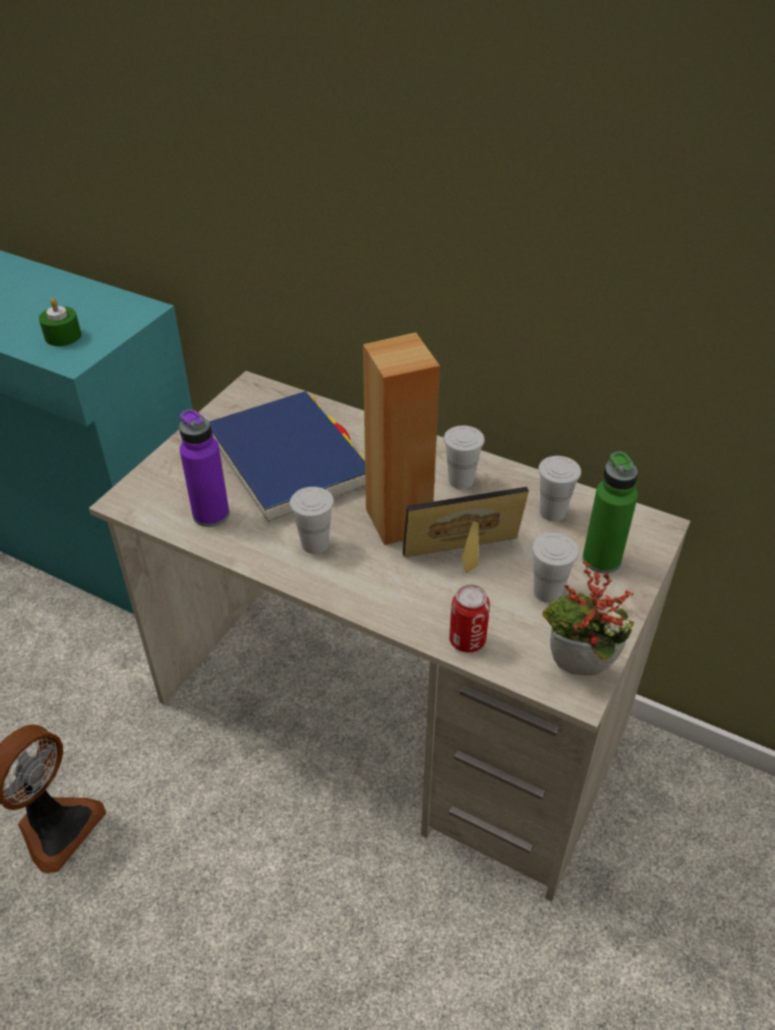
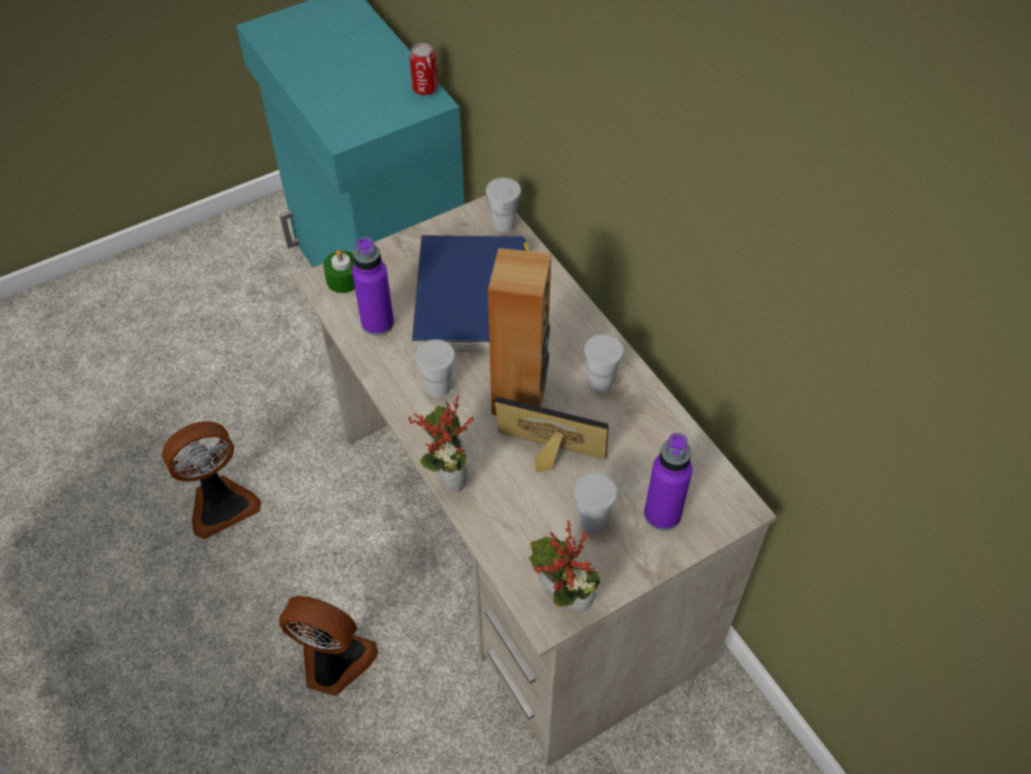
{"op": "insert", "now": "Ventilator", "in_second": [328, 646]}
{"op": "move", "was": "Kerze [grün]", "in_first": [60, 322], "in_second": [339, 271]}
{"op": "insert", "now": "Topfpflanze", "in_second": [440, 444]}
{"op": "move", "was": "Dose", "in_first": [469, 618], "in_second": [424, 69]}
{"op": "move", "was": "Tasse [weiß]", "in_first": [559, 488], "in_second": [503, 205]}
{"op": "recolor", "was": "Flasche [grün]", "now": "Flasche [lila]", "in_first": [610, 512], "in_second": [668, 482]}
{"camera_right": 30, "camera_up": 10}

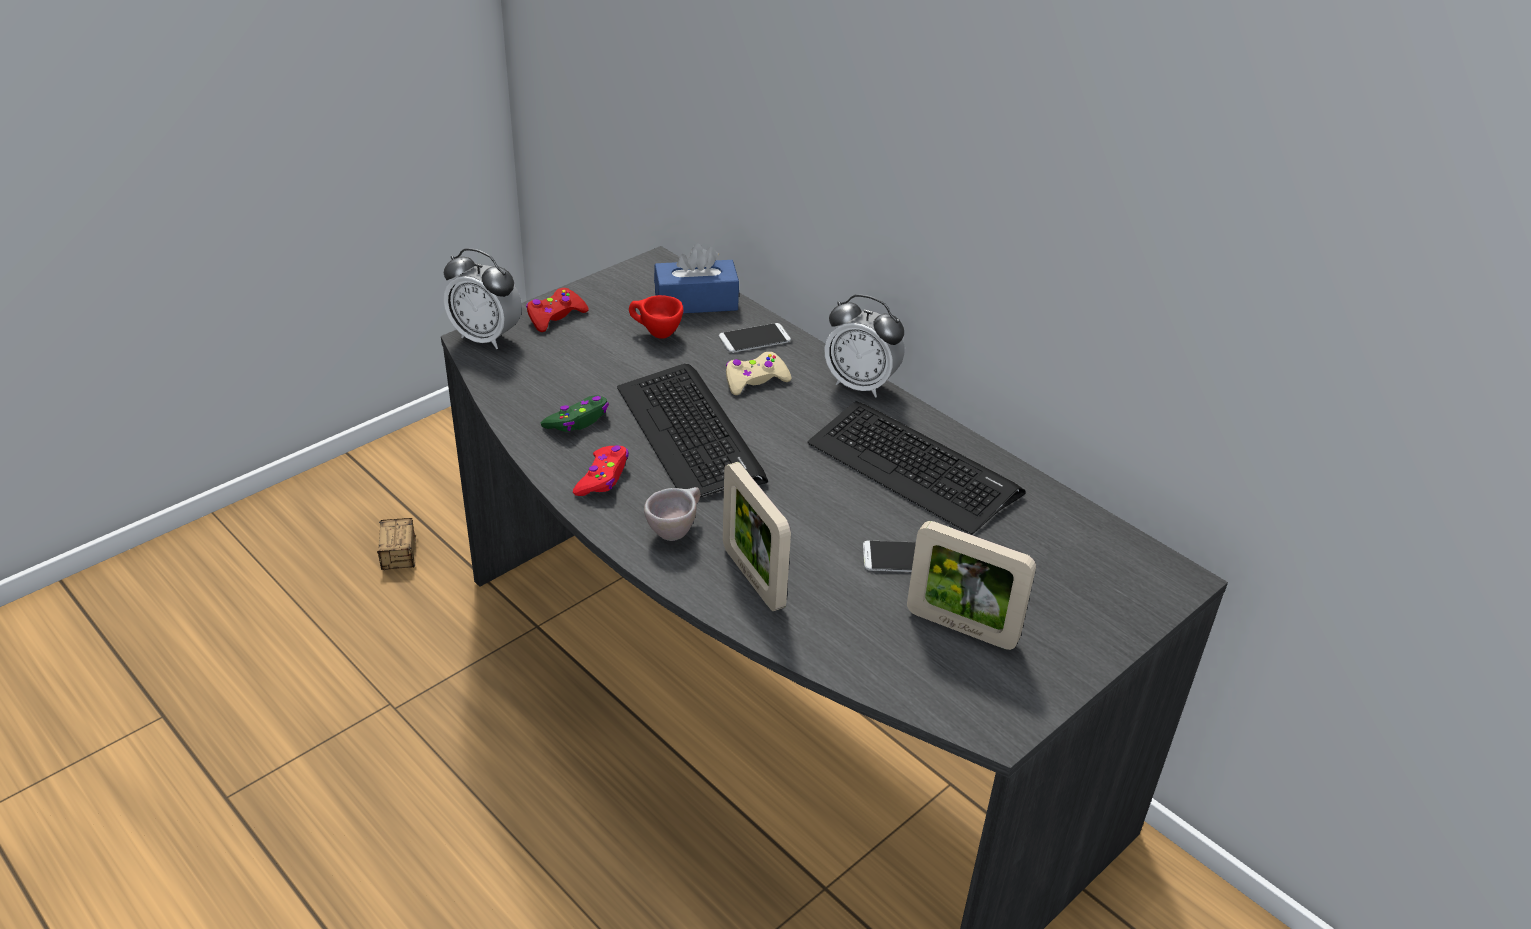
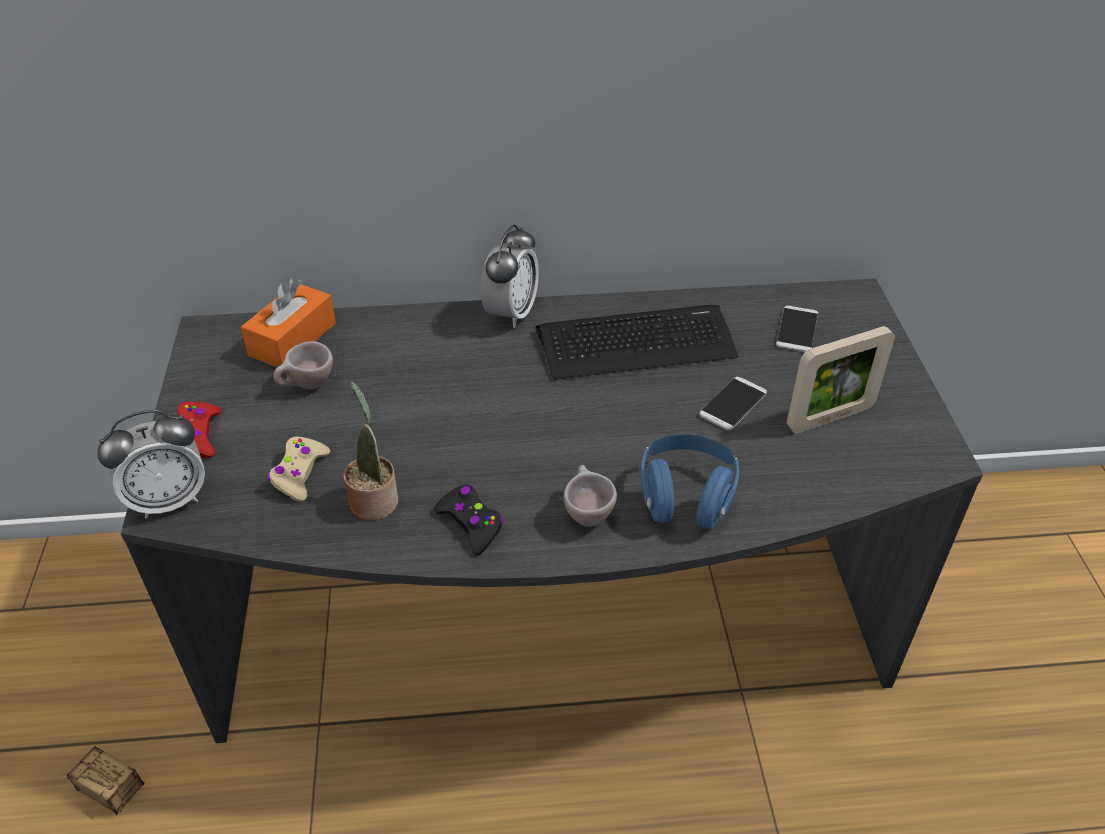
{"op": "recolor", "was": "Taschentuchbox [blau]", "now": "Taschentuchbox [orange]", "in_first": [696, 278], "in_second": [288, 322]}
{"op": "move", "was": "Gamepad [beige]", "in_first": [758, 373], "in_second": [299, 469]}
{"op": "recolor", "was": "Tasse [rot]", "now": "Tasse [beige]", "in_first": [656, 317], "in_second": [303, 365]}
{"op": "replace", "was": "Gamepad [grün]", "now": "Topfpflanze", "in_first": [575, 413], "in_second": [370, 451]}
{"op": "recolor", "was": "Gamepad [rot]", "now": "Gamepad [schwarz]", "in_first": [601, 471], "in_second": [469, 519]}
{"op": "rotate", "was": "Wecker", "in_first": [864, 345], "in_second": [510, 276], "clockwise": -45}
{"op": "replace", "was": "Bilderrahmen", "now": "Kopfhörer [blau]", "in_first": [757, 536], "in_second": [689, 481]}
{"op": "move", "was": "Handy", "in_first": [755, 338], "in_second": [797, 328]}
{"op": "delete", "was": "Tastatur", "in_first": [692, 430]}
{"camera_right": -50, "camera_up": 5}

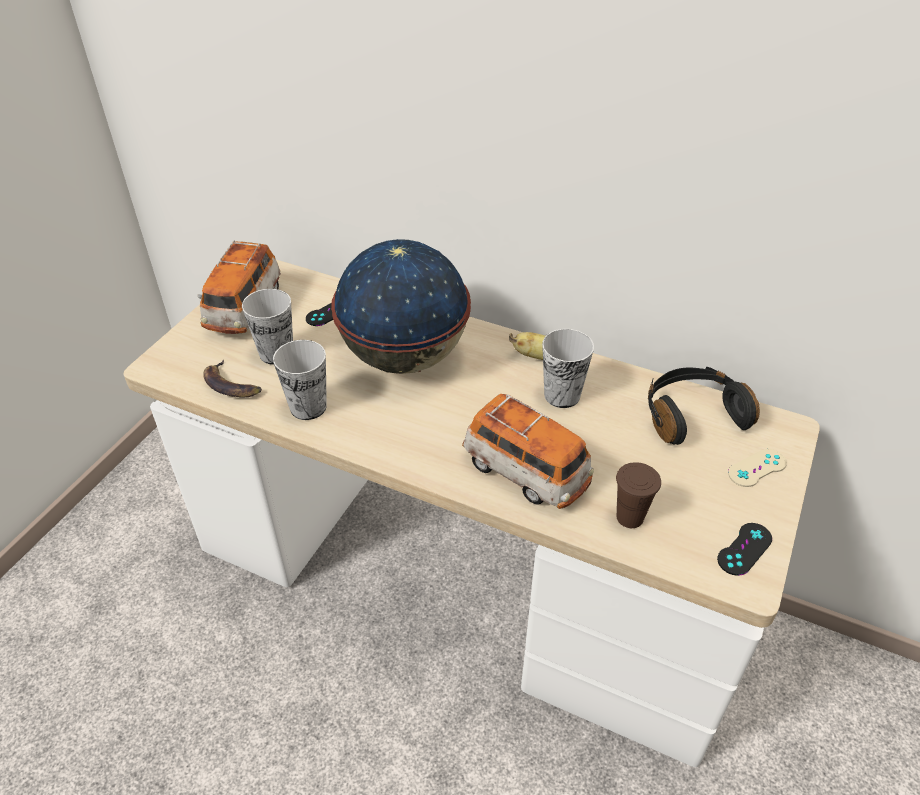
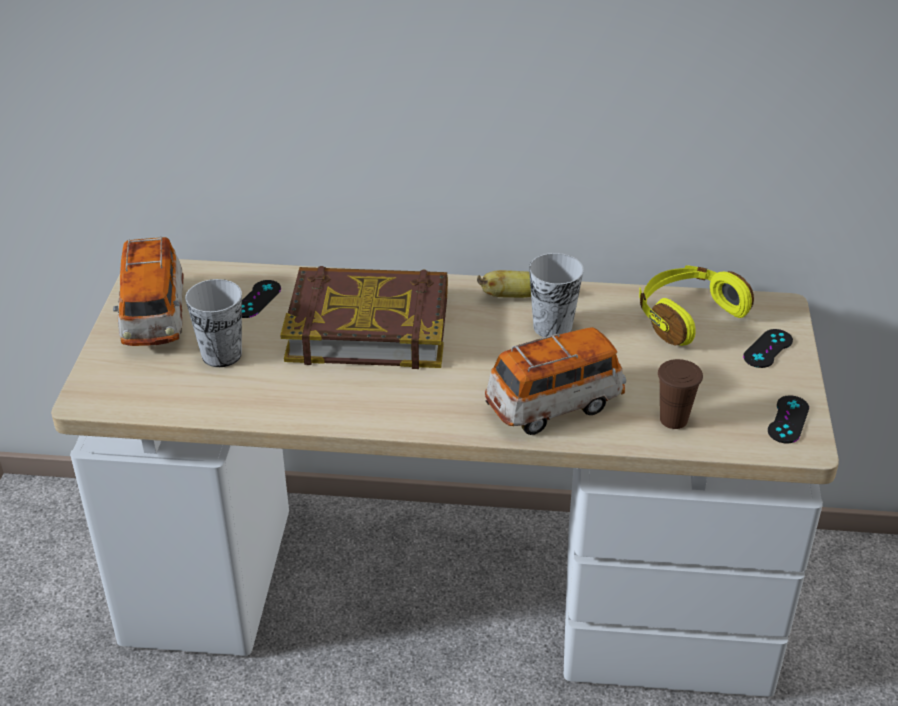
{"op": "replace", "was": "Globus", "now": "Buch", "in_first": [401, 306], "in_second": [364, 317]}
{"op": "rotate", "was": "Spielzeugauto", "in_first": [528, 451], "in_second": [556, 381], "clockwise": -45}
{"op": "recolor", "was": "Kopfhörer [schwarz]", "now": "Kopfhörer [gelb]", "in_first": [704, 406], "in_second": [696, 305]}
{"op": "recolor", "was": "Gamepad [beige]", "now": "Gamepad [schwarz]", "in_first": [757, 468], "in_second": [768, 348]}
{"op": "delete", "was": "Banane", "in_first": [232, 378]}
{"op": "delete", "was": "Tasse", "in_first": [300, 380]}
{"camera_right": -20, "camera_up": -5}

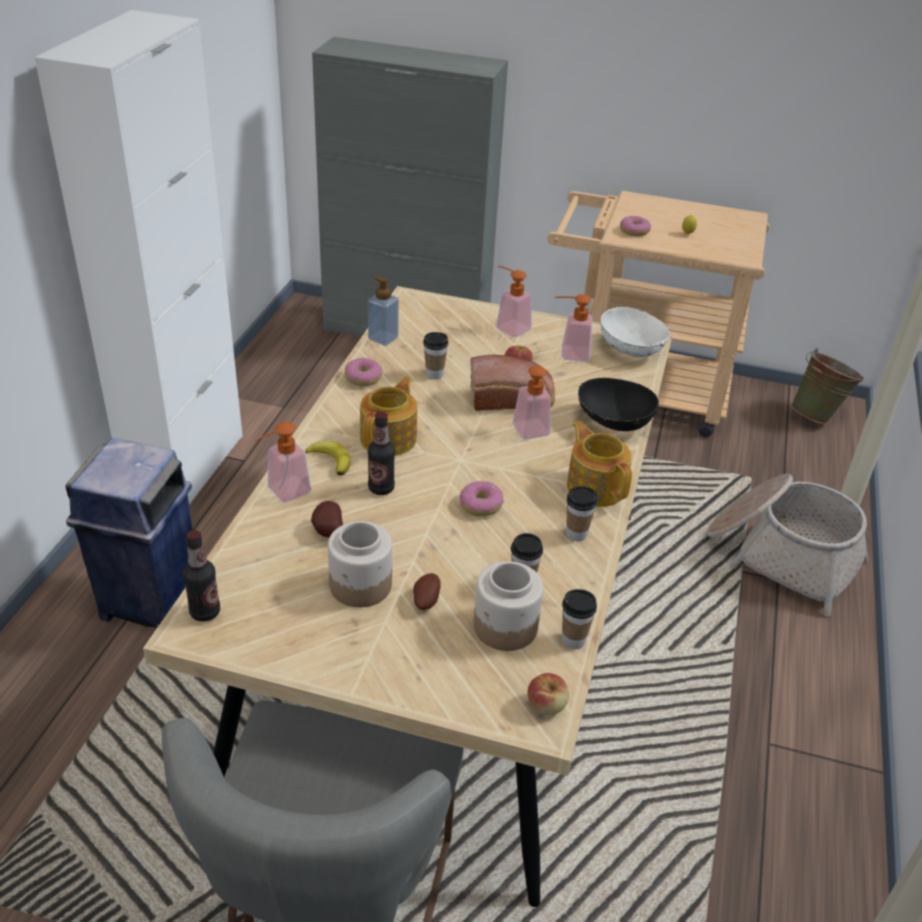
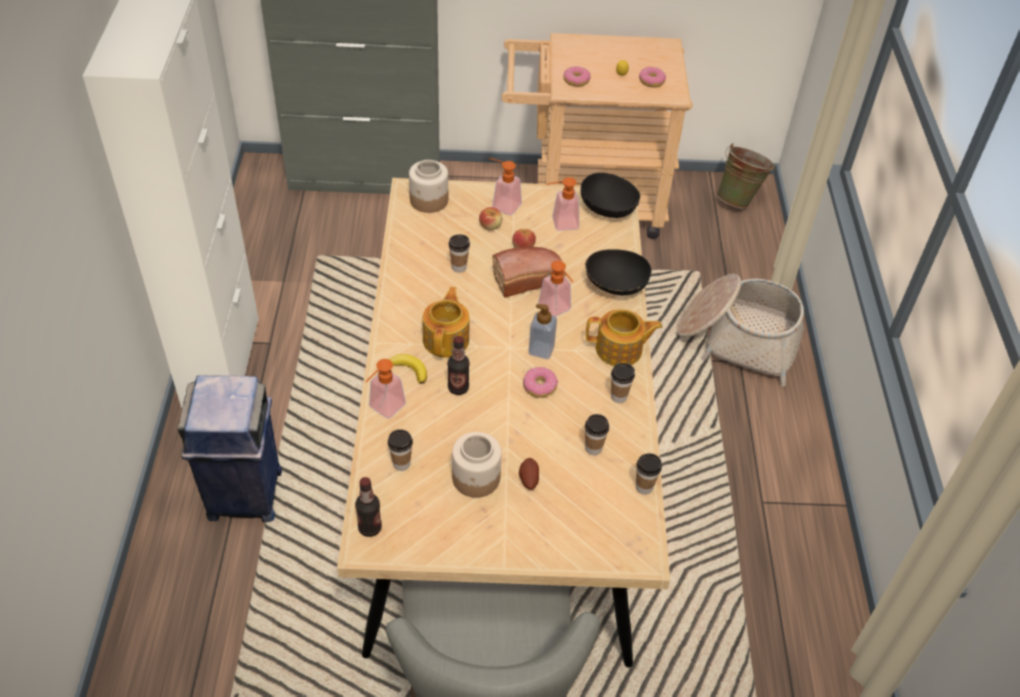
{"op": "insert", "now": "Tasse", "in_second": [400, 450]}
{"op": "move", "was": "Vorratsglas", "in_first": [508, 606], "in_second": [428, 186]}
{"op": "move", "was": "Apfel", "in_first": [548, 694], "in_second": [490, 218]}
{"op": "move", "was": "Seifenspender", "in_first": [383, 311], "in_second": [542, 331]}
{"op": "recolor", "was": "Schüssel [weiß]", "now": "Schüssel [schwarz]", "in_first": [635, 332], "in_second": [610, 195]}
{"op": "rotate", "was": "Teekanne", "in_first": [599, 464], "in_second": [624, 337], "clockwise": 135}
{"op": "move", "was": "Donut", "in_first": [363, 371], "in_second": [652, 77]}
{"op": "delete", "was": "Kartoffel", "in_first": [327, 519]}
{"camera_right": -15, "camera_up": 10}

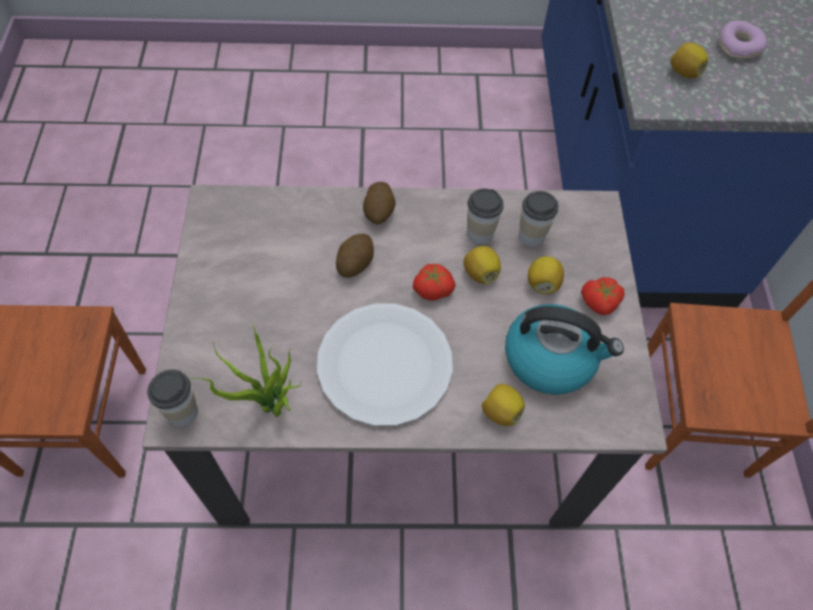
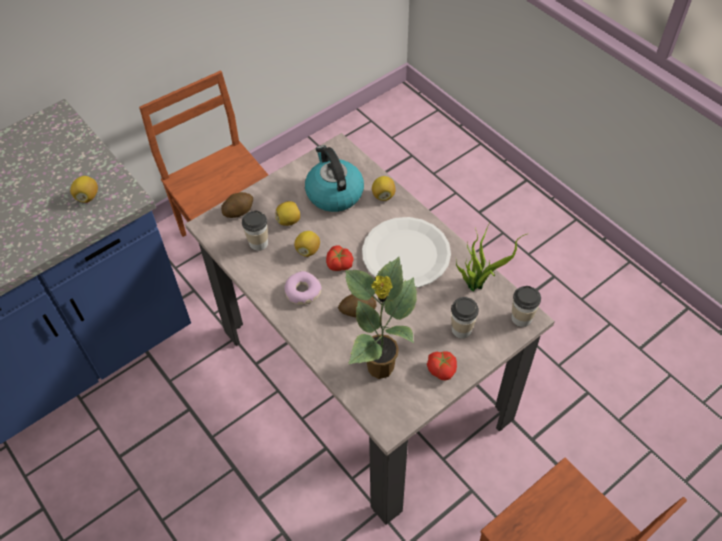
{"op": "move", "was": "Kartoffel", "in_first": [379, 203], "in_second": [237, 205]}
{"op": "move", "was": "Donut", "in_first": [742, 39], "in_second": [303, 288]}
{"op": "insert", "now": "Topfpflanze", "in_second": [381, 318]}
{"op": "move", "was": "Tomate", "in_first": [602, 296], "in_second": [442, 365]}
{"op": "move", "was": "Tasse", "in_first": [485, 216], "in_second": [465, 318]}
{"camera_right": -125, "camera_up": -5}

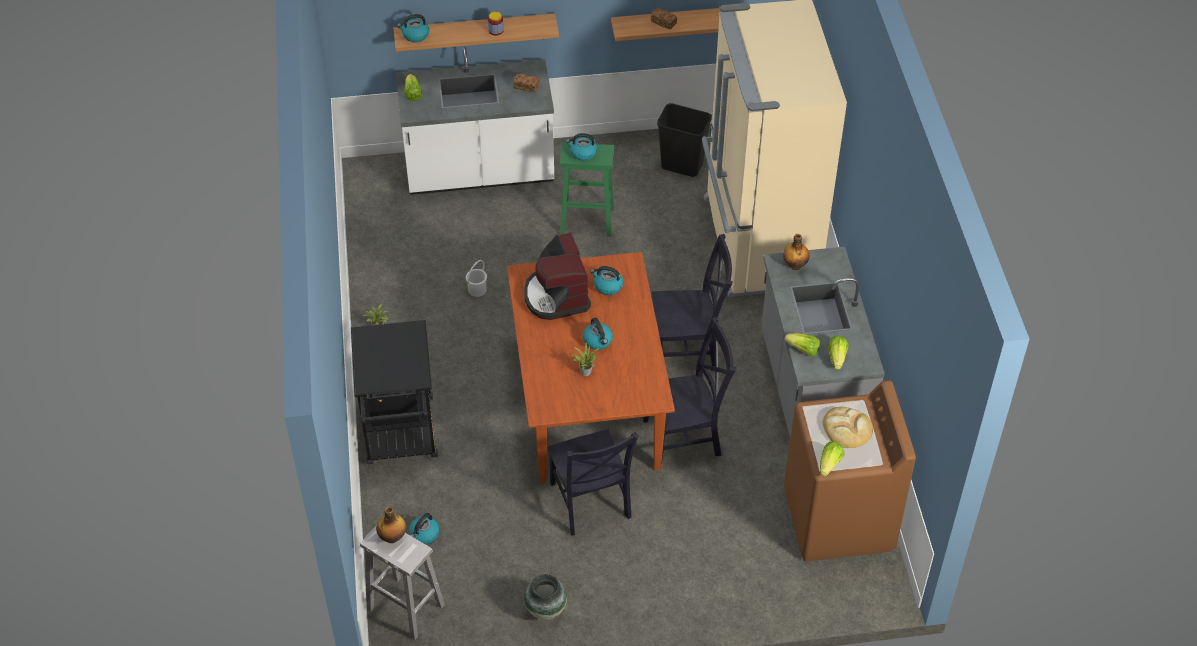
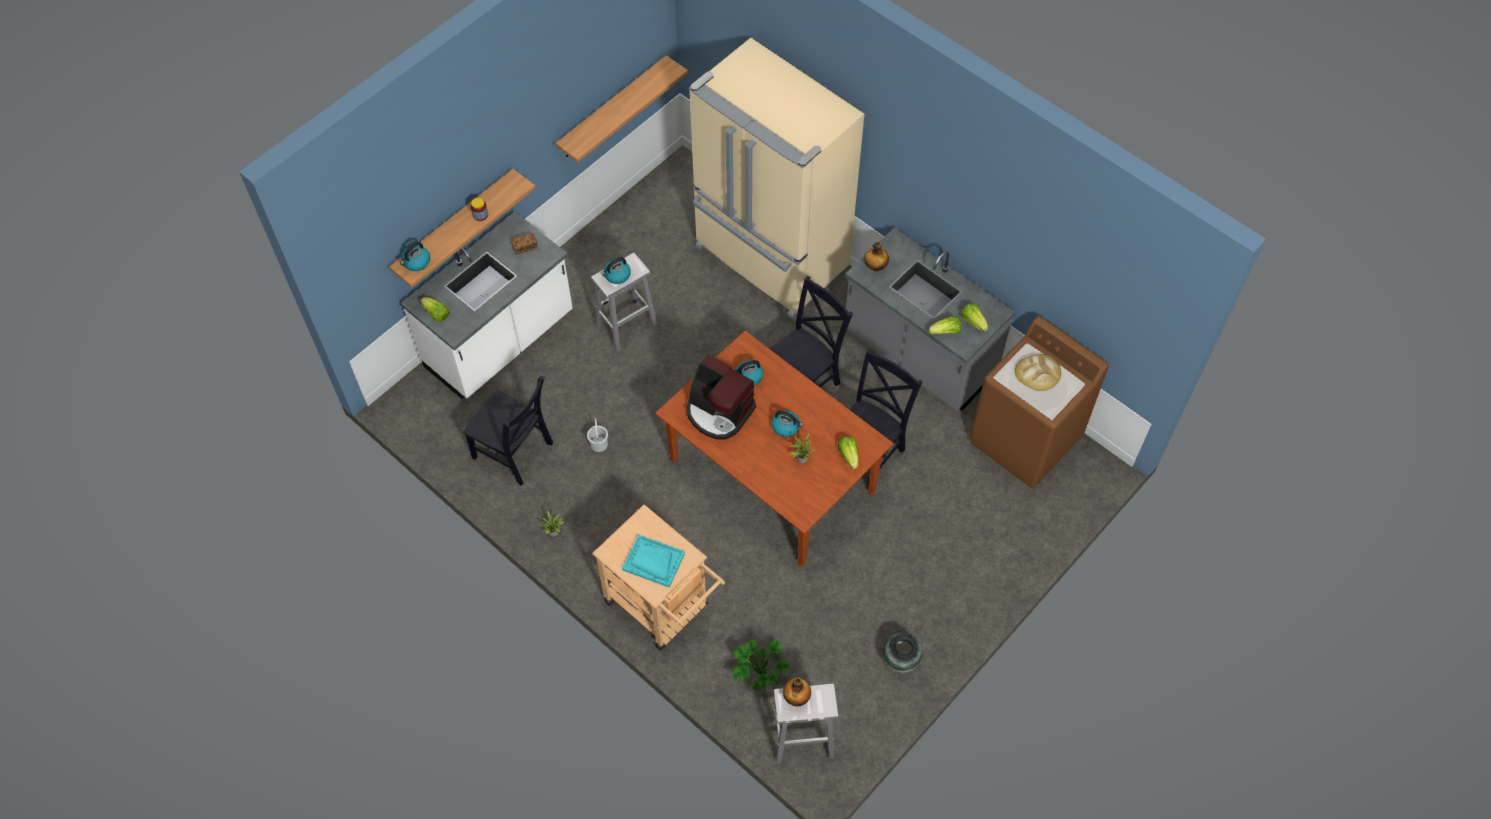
{"op": "move", "was": "Stuhl [schwarz]", "in_first": [593, 483], "in_second": [508, 430]}
{"op": "recolor", "was": "Hocker [grün]", "now": "Hocker [weiß]", "in_first": [586, 189], "in_second": [624, 302]}
{"op": "recolor", "was": "Rollwagen [schwarz]", "now": "Rollwagen [beige]", "in_first": [394, 392], "in_second": [658, 577]}
{"op": "insert", "now": "Tablett [türkis]", "in_second": [653, 561]}
{"op": "replace", "was": "Wasserkessel", "now": "Topfpflanze", "in_first": [424, 528], "in_second": [760, 665]}
{"op": "move", "was": "Salatkopf", "in_first": [832, 459], "in_second": [848, 452]}
{"op": "delete", "was": "Brot", "in_first": [664, 19]}
{"op": "delete", "was": "Mülleimer [schwarz]", "in_first": [684, 140]}
{"camera_right": -40, "camera_up": 10}

